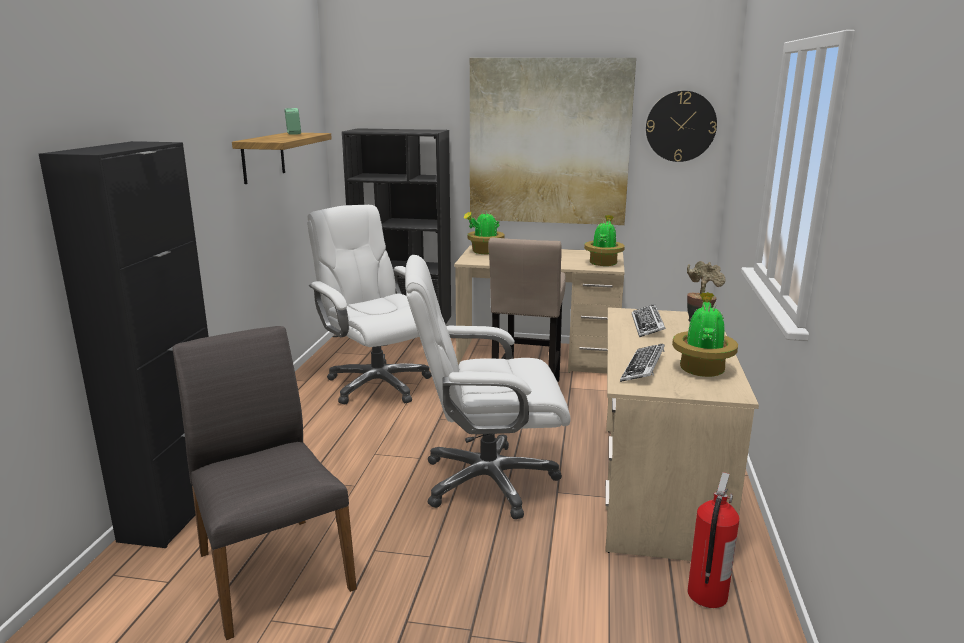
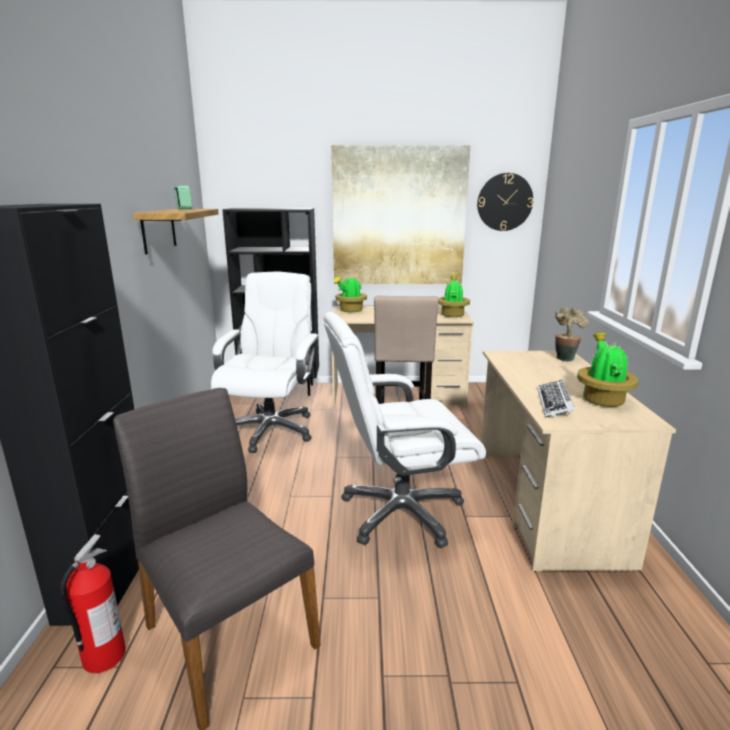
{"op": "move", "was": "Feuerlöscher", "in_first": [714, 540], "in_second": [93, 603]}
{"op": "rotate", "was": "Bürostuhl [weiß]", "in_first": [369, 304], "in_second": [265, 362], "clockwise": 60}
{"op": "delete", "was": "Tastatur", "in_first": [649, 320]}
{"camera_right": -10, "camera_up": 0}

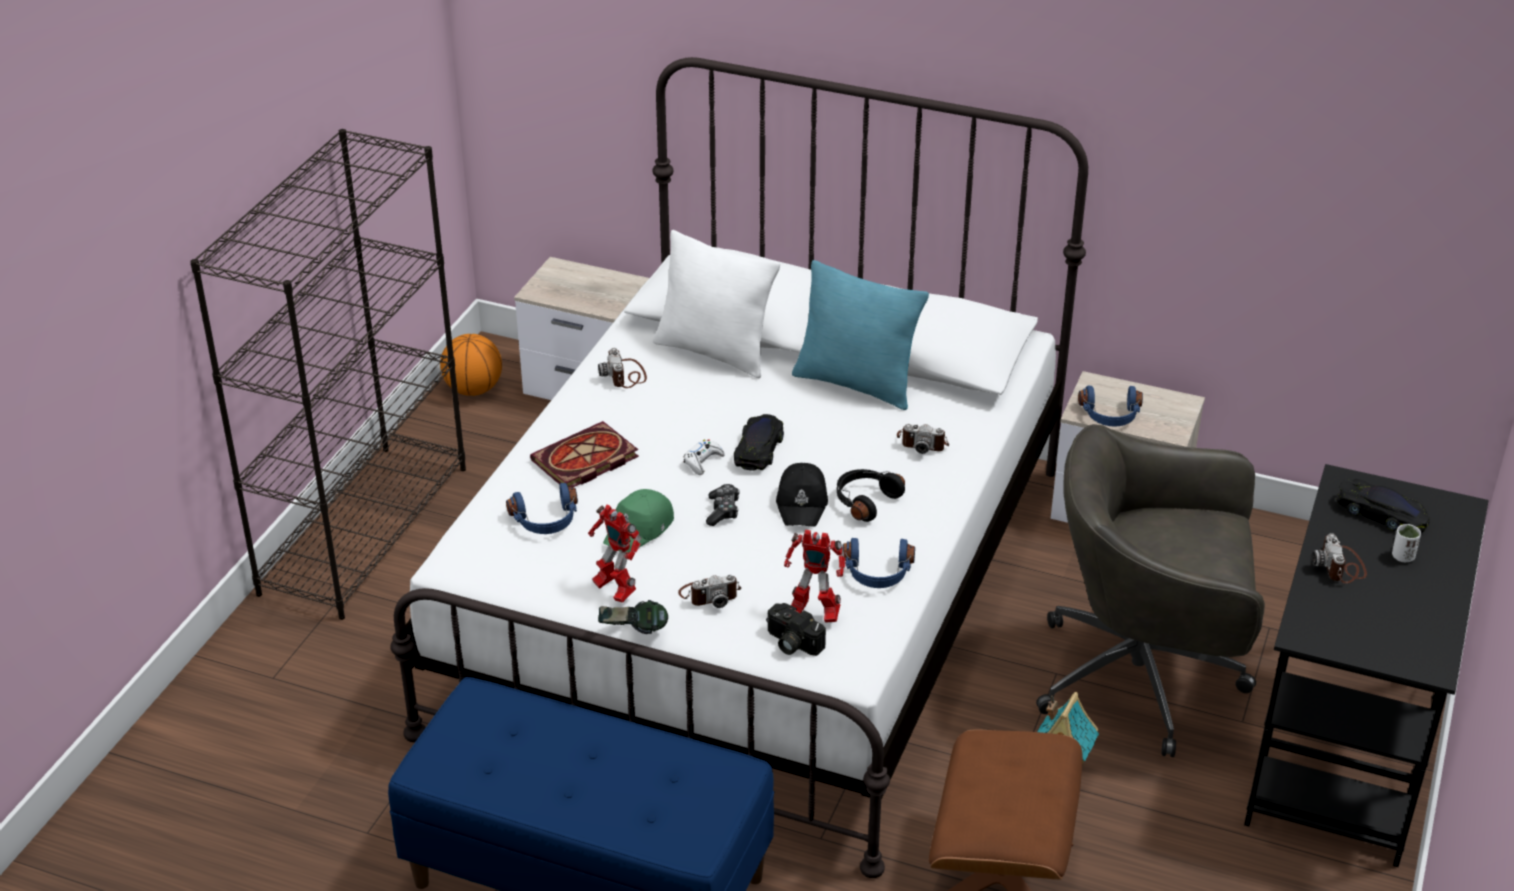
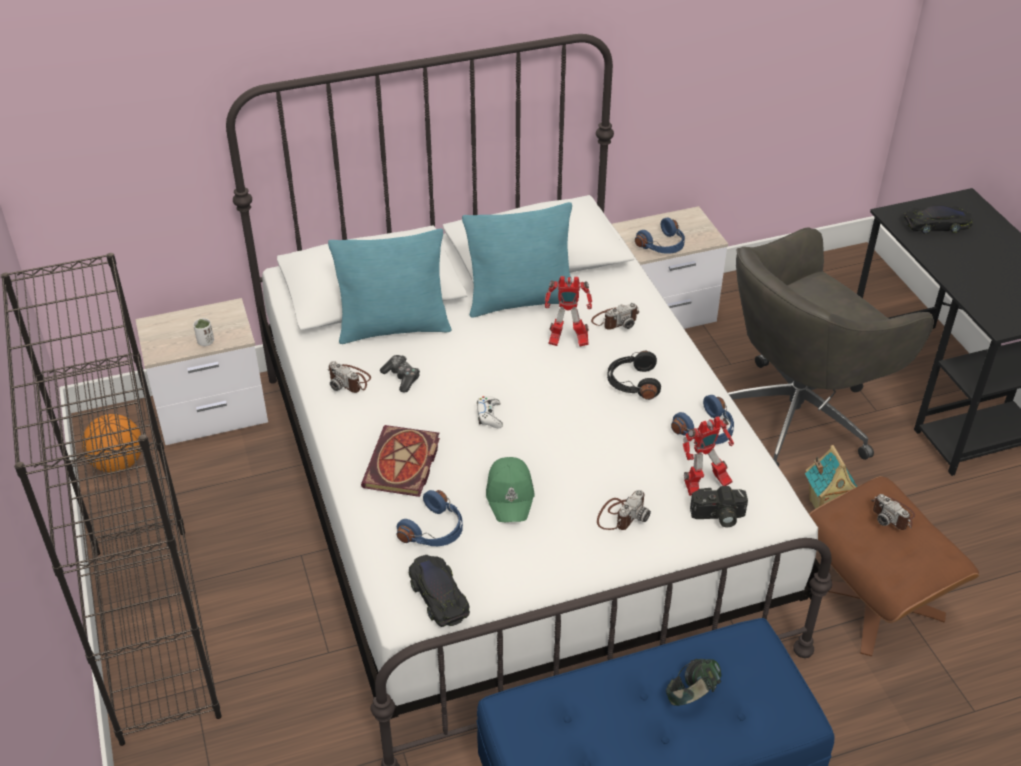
{"op": "move", "was": "Tasse [weiß]", "in_first": [1406, 543], "in_second": [203, 332]}
{"op": "recolor", "was": "Kissen [weiß]", "now": "Kissen [türkis]", "in_first": [716, 304], "in_second": [389, 286]}
{"op": "move", "was": "Gamepad", "in_first": [723, 505], "in_second": [400, 374]}
{"op": "move", "was": "Spielzeugauto [schwarz]", "in_first": [759, 442], "in_second": [439, 591]}
{"op": "move", "was": "Spielzeugroboter", "in_first": [614, 553], "in_second": [568, 311]}
{"op": "move", "was": "Kopfhörer", "in_first": [633, 617], "in_second": [693, 682]}
{"op": "move", "was": "Kamera", "in_first": [1339, 558], "in_second": [893, 512]}
{"op": "delete", "was": "Kappe [schwarz]", "in_first": [802, 495]}
{"camera_right": -40, "camera_up": 5}

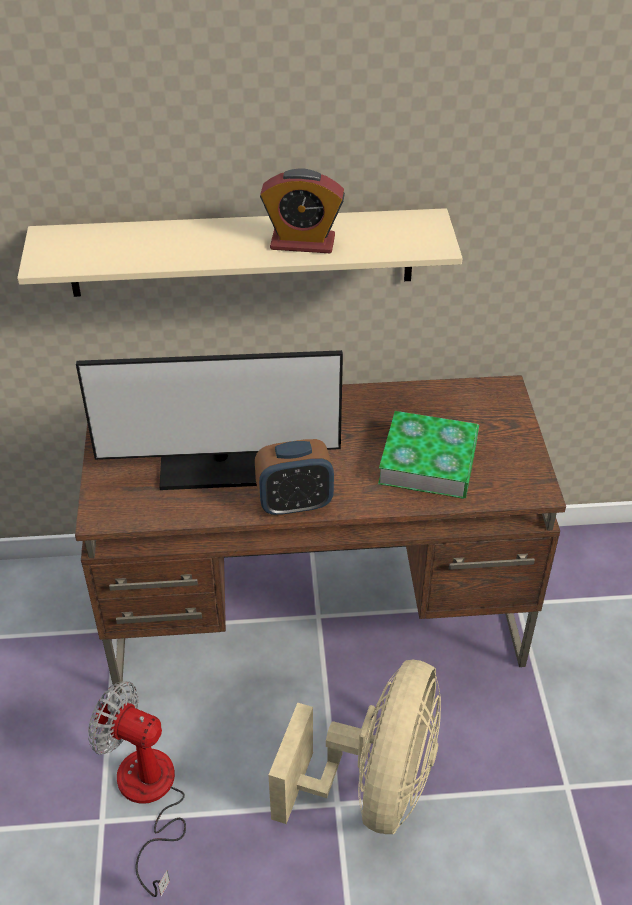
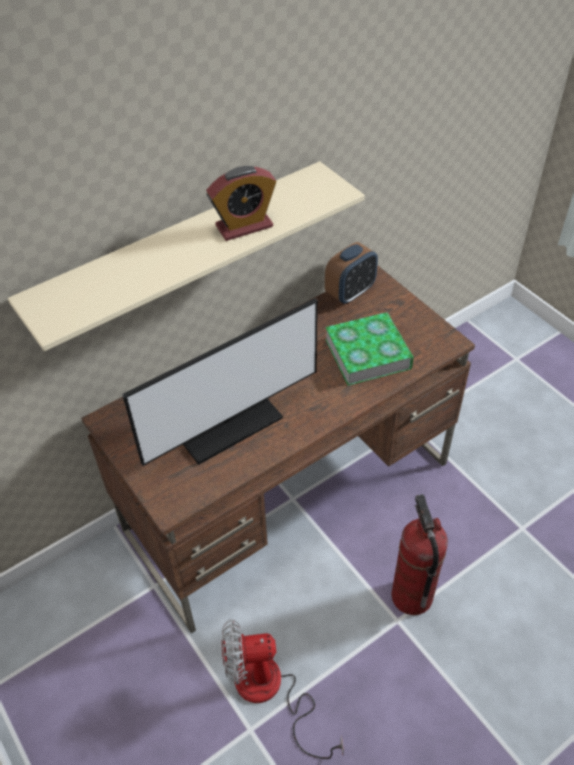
{"op": "move", "was": "Wecker", "in_first": [294, 477], "in_second": [351, 273]}
{"op": "replace", "was": "Ventilator [beige]", "now": "Feuerlöscher", "in_first": [354, 747], "in_second": [419, 554]}
{"camera_right": -30, "camera_up": 5}

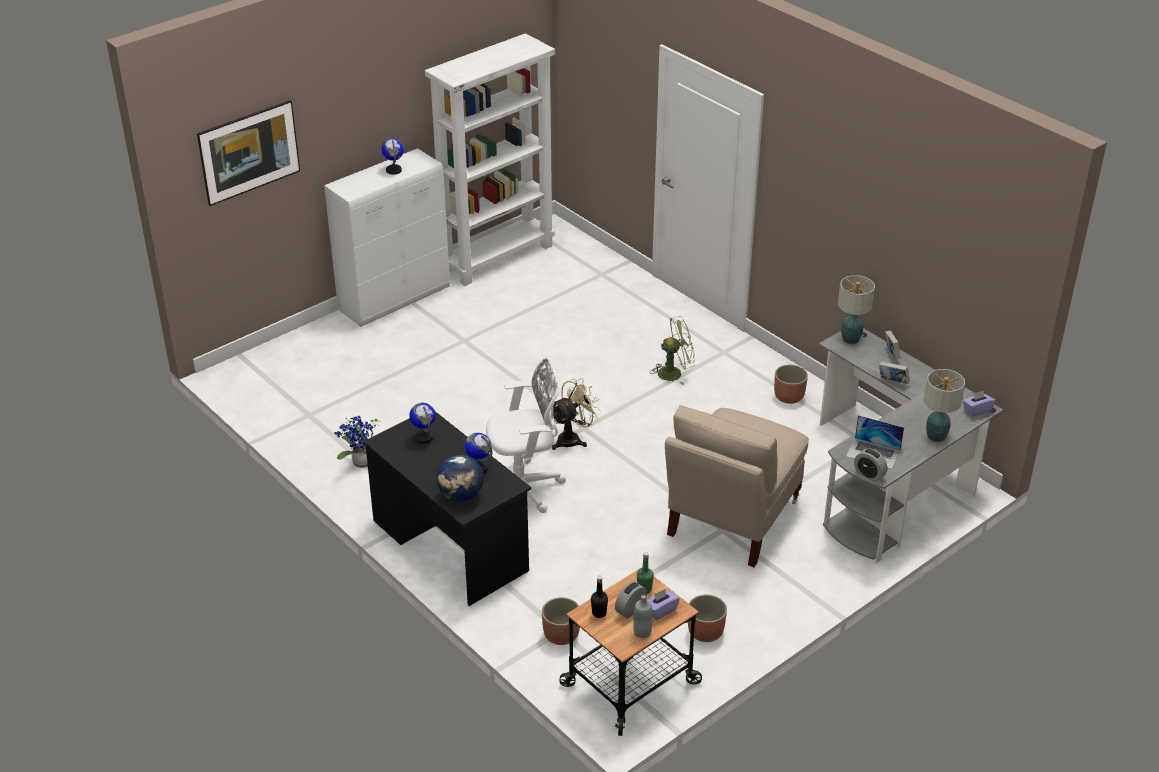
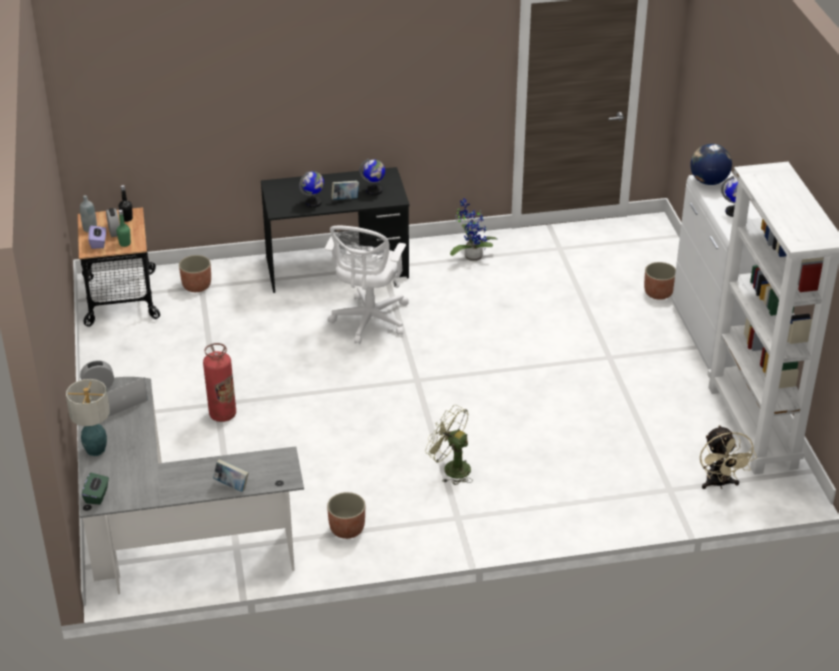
{"op": "recolor", "was": "Taschentuchbox [lila]", "now": "Taschentuchbox [grün]", "in_first": [979, 404], "in_second": [95, 488]}
{"op": "replace", "was": "Stuhl [beige]", "now": "Feuerlöscher", "in_first": [737, 486], "in_second": [219, 382]}
{"op": "move", "was": "Buch", "in_first": [894, 372], "in_second": [345, 190]}
{"op": "rotate", "was": "Ventilator [grün]", "in_first": [673, 350], "in_second": [449, 445], "clockwise": 105}
{"op": "move", "was": "Pflanzkübel", "in_first": [707, 618], "in_second": [660, 281]}
{"op": "move", "was": "Globus", "in_first": [460, 478], "in_second": [711, 164]}
{"op": "move", "was": "Ventilator [beige]", "in_first": [577, 414], "in_second": [728, 457]}
{"op": "delete", "was": "Bild", "in_first": [248, 153]}
{"op": "delete", "was": "Tischlampe", "in_first": [856, 309]}
{"camera_right": 120, "camera_up": 0}

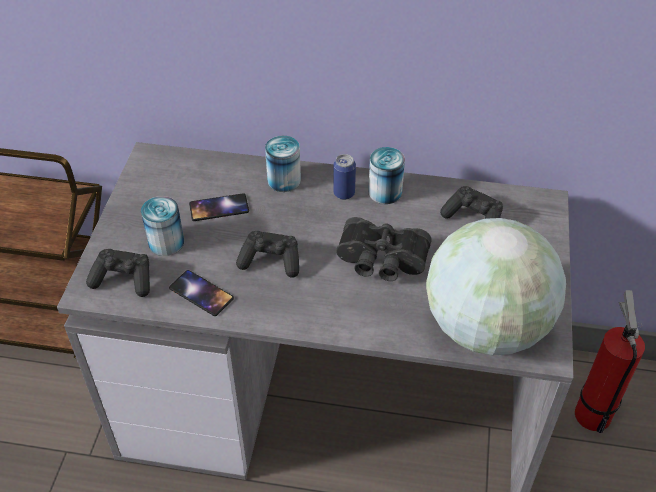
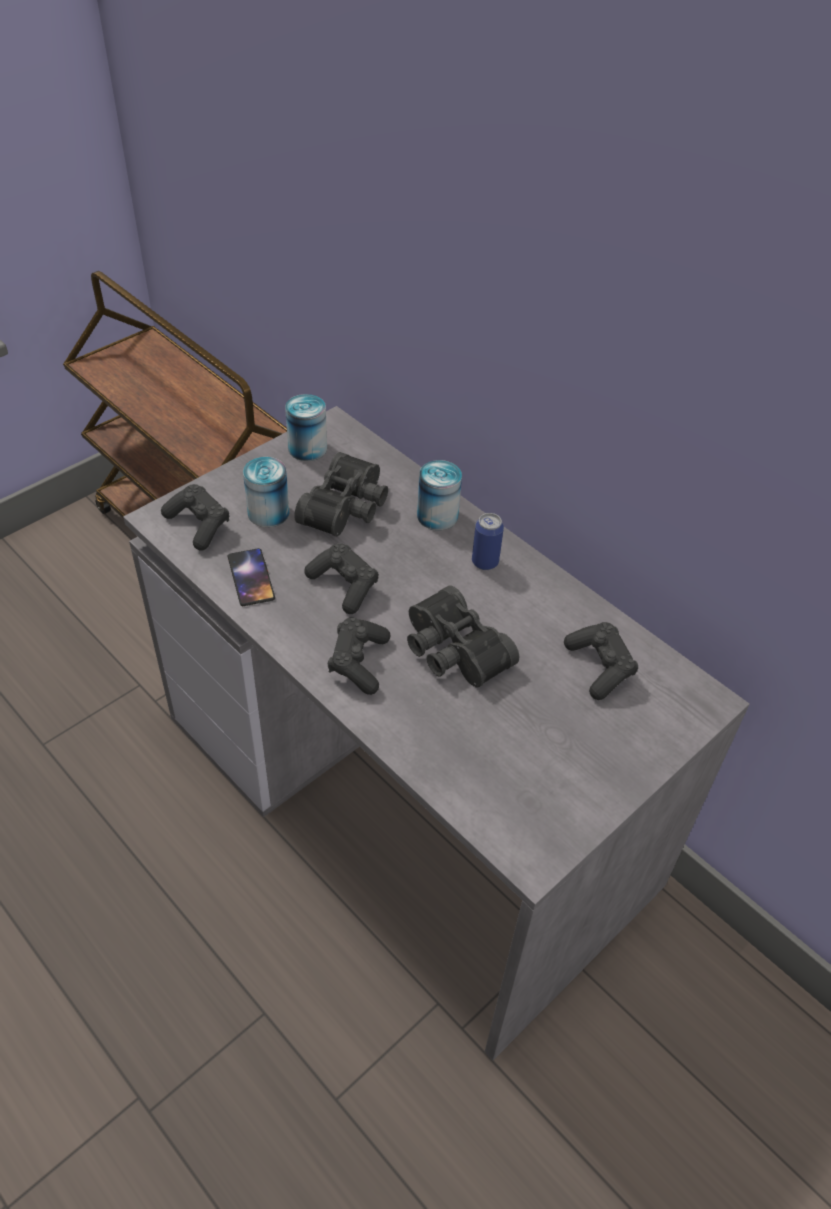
{"op": "move", "was": "Dose", "in_first": [386, 175], "in_second": [306, 427]}
{"op": "replace", "was": "Handy", "now": "Fernglas [schwarz]", "in_first": [219, 207], "in_second": [341, 494]}
{"op": "insert", "now": "Gamepad [schwarz]", "in_second": [359, 656]}
{"op": "delete", "was": "Globus", "in_first": [496, 286]}
{"op": "delete", "was": "Feuerlöscher", "in_first": [610, 361]}
{"camera_right": 35, "camera_up": 0}

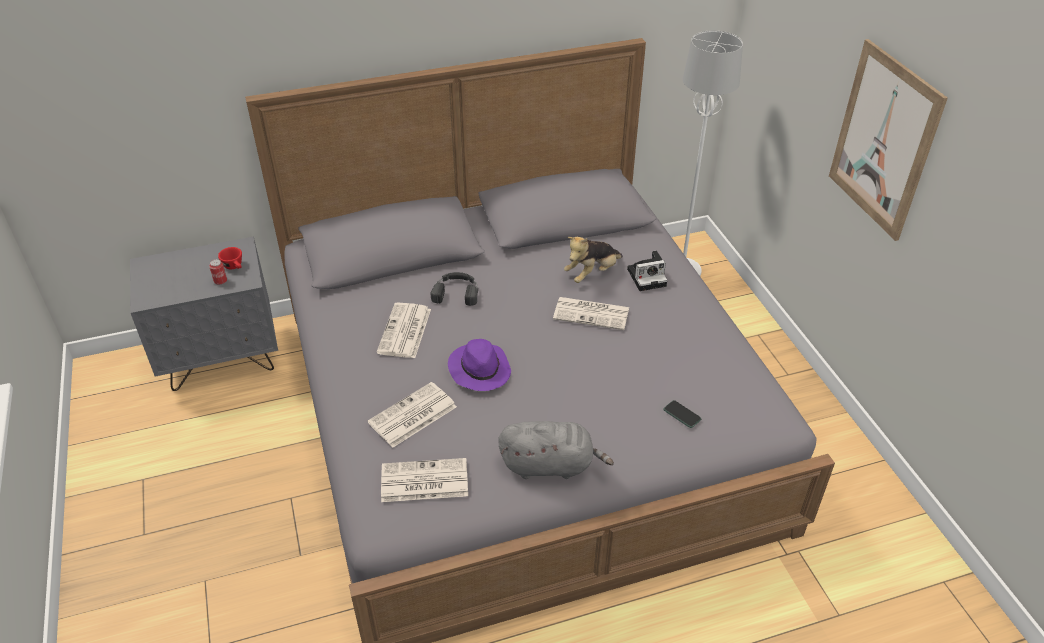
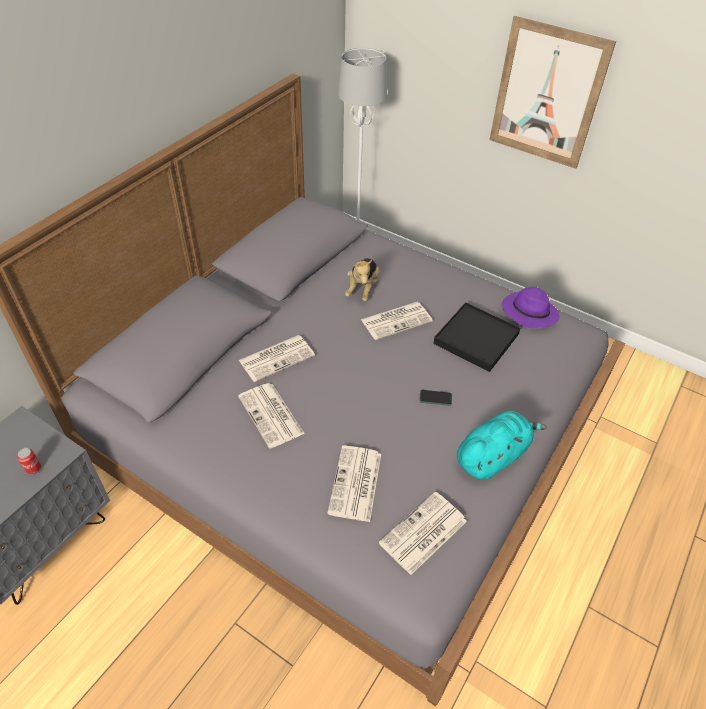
{"op": "replace", "was": "Kopfhörer [schwarz]", "now": "Zeitung", "in_first": [454, 289], "in_second": [277, 358]}
{"op": "move", "was": "Handy", "in_first": [682, 414], "in_second": [435, 398]}
{"op": "insert", "now": "Tablett [schwarz]", "in_second": [476, 337]}
{"op": "recolor", "was": "Plüschtier [grau]", "now": "Plüschtier [türkis]", "in_first": [556, 450], "in_second": [502, 445]}
{"op": "move", "was": "Hut [lila]", "in_first": [479, 365], "in_second": [531, 307]}
{"op": "delete", "was": "Tasse [rot]", "in_first": [230, 258]}
{"op": "delete", "was": "Kamera", "in_first": [647, 271]}
{"camera_right": -40, "camera_up": 5}

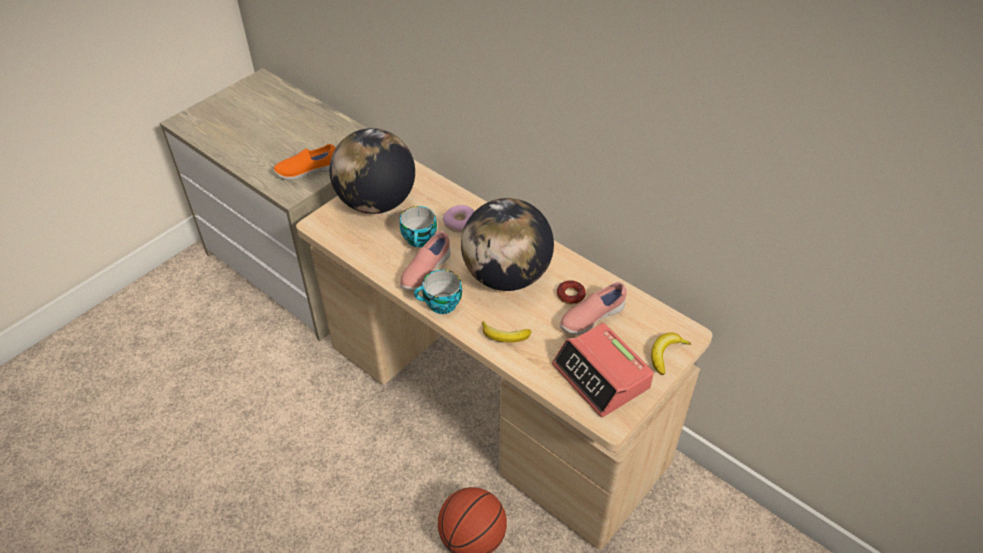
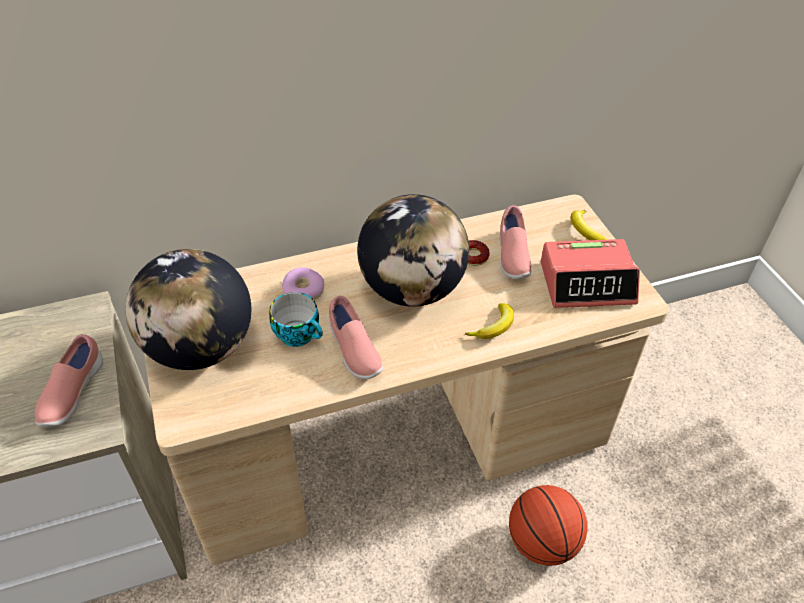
{"op": "recolor", "was": "Schuh [orange]", "now": "Schuh [rosa]", "in_first": [304, 162], "in_second": [69, 380]}
{"op": "delete", "was": "Tasse", "in_first": [438, 291]}
{"camera_right": -60, "camera_up": 0}

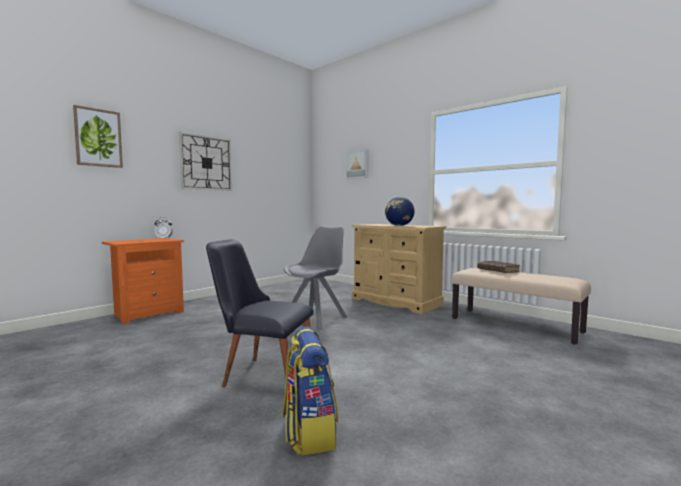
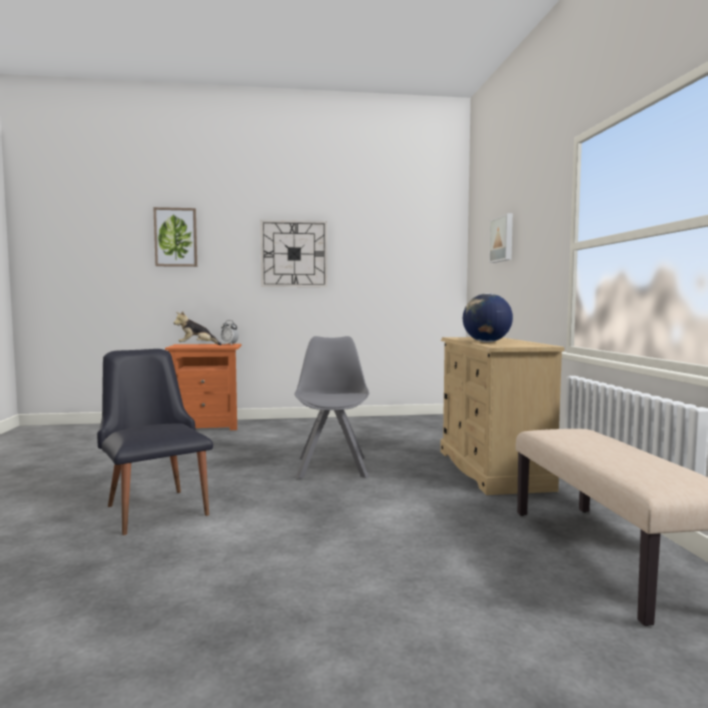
{"op": "insert", "now": "Plüschtier", "in_second": [198, 329]}
{"op": "rotate", "was": "Stuhl [grau]", "in_first": [315, 278], "in_second": [332, 407], "clockwise": -75}
{"op": "delete", "was": "Rucksack", "in_first": [310, 391]}
{"op": "delete", "was": "Buch [braun]", "in_first": [498, 267]}
{"camera_right": 40, "camera_up": 0}

